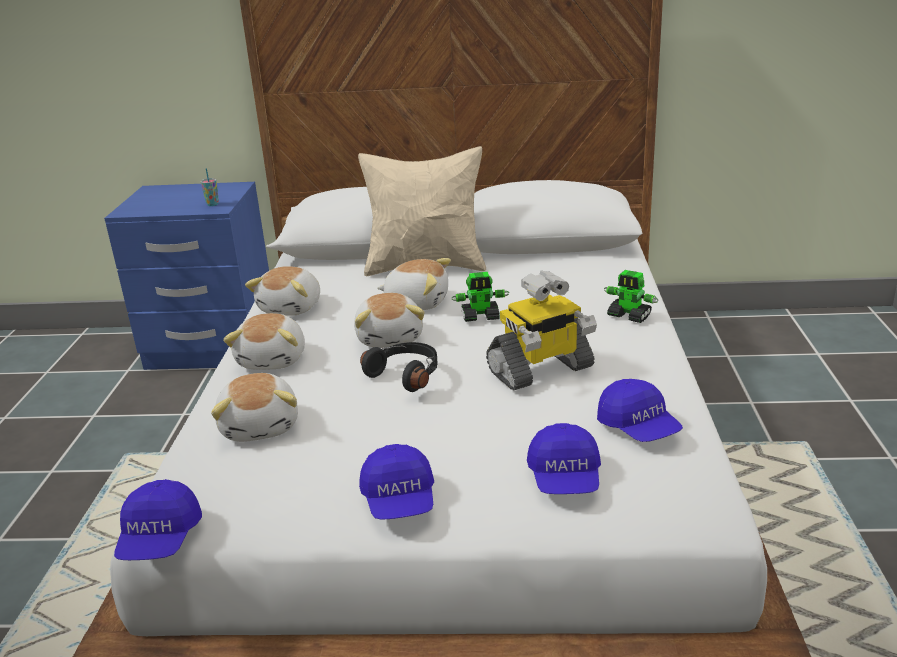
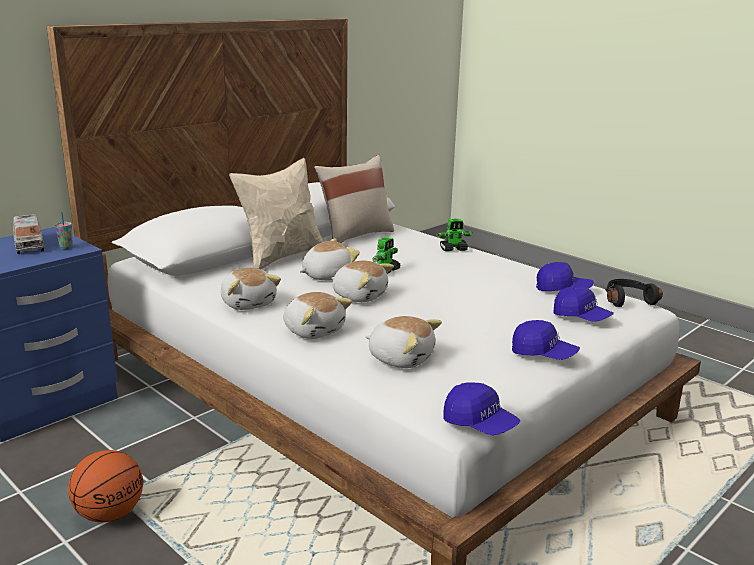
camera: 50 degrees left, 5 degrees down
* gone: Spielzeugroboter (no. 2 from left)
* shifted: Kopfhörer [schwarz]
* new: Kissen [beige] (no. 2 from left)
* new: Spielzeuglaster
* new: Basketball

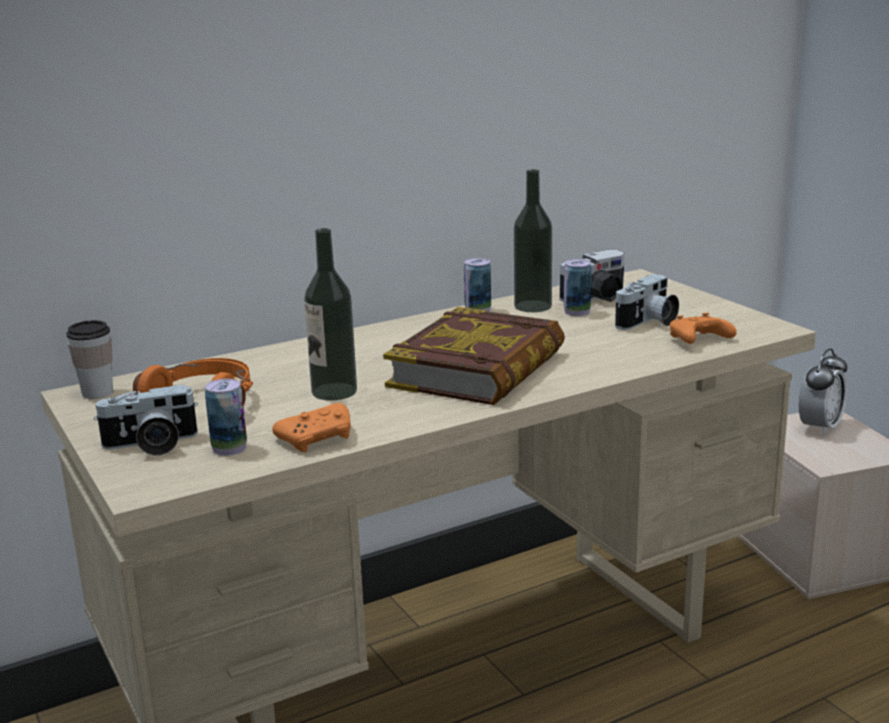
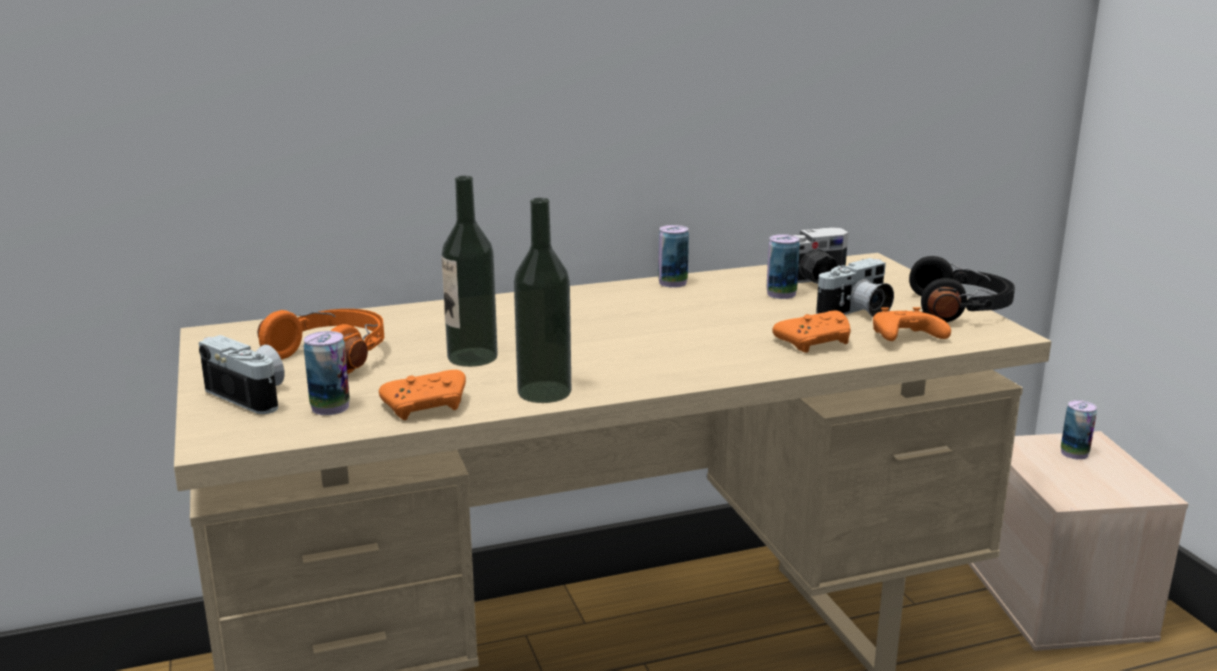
camera: 10 degrees right, 0 degrees up
* shifted: Flasche (no. 2 from left)
* gone: Buch
* gone: Tasse
* swapped: Wecker to Dose (no. 4 from left)
* rotated: Kamera (no. 1 from left) 135 degrees counterclockwise
* new: Kopfhörer [schwarz]
* new: Gamepad [orange] (no. 2 from left)

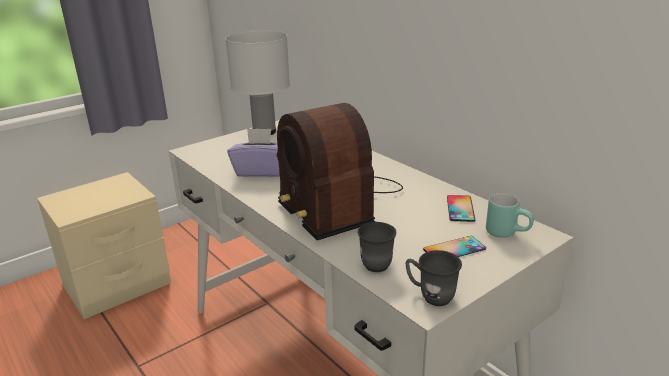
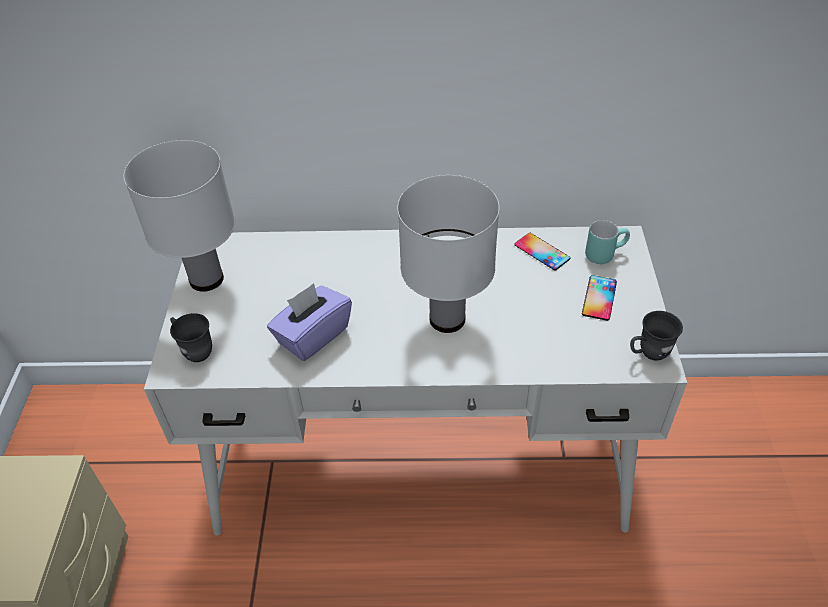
camera: 50 degrees left, 20 degrees up
* swapped: Radio to Tischlampe [weiß] (no. 2 from left)
* shifted: Henkelbecher [grau] (no. 1 from left)

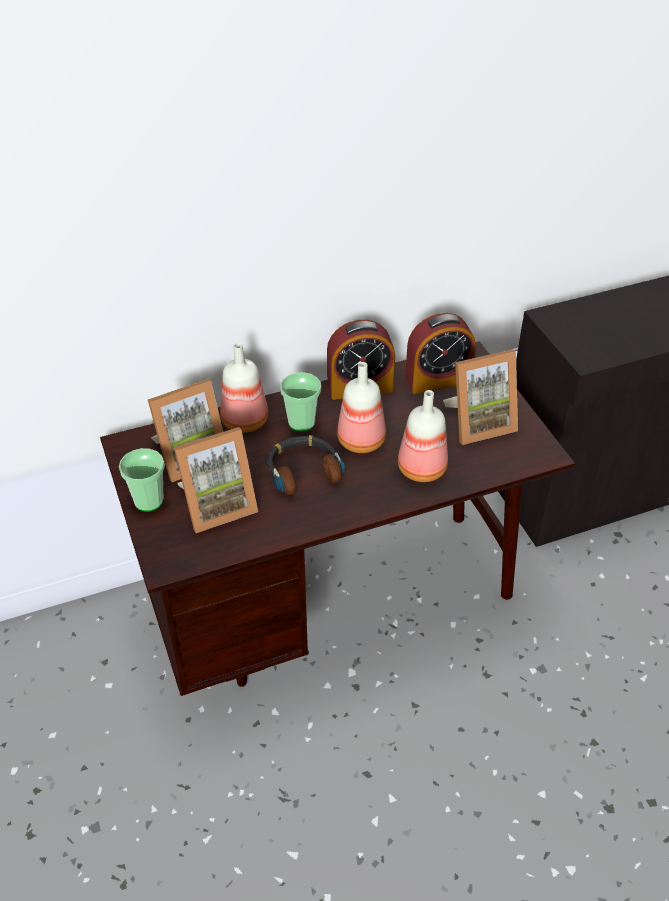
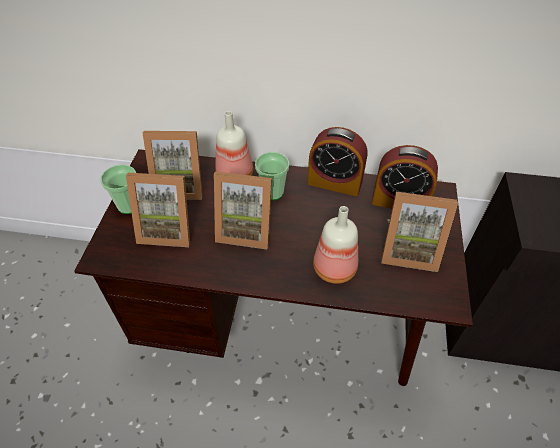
camera: 30 degrees right, 5 degrees up
* gone: Flasche (no. 2 from left)
* swapped: Kopfhörer to Bilderrahmen (no. 3 from left)

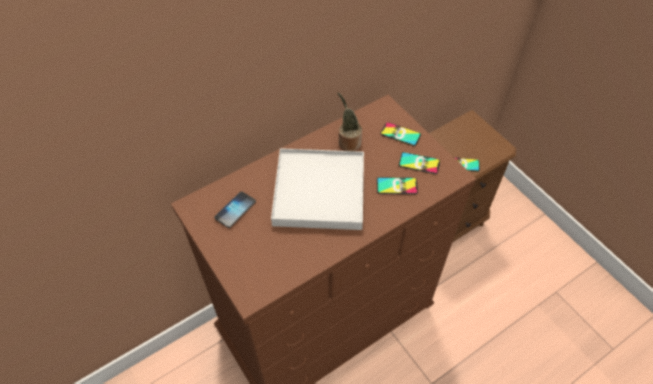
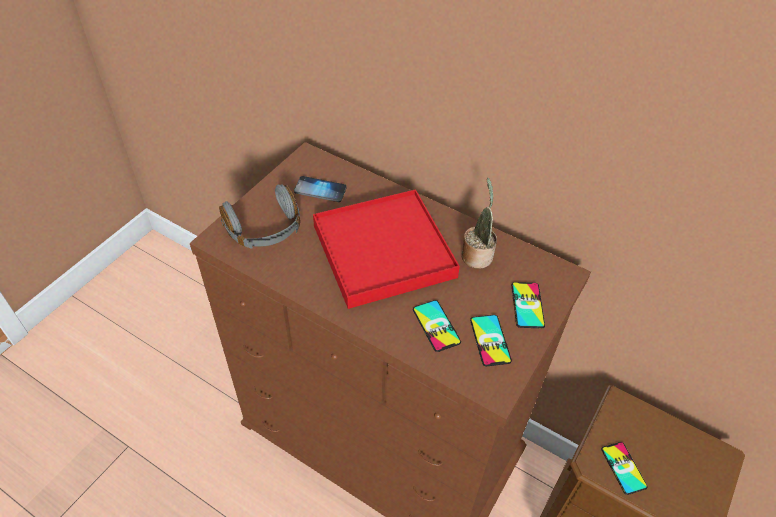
camera: 65 degrees right, 5 degrees down
* repainted: Tablett [weiß] to Tablett [rot]
* new: Kopfhörer [grau]

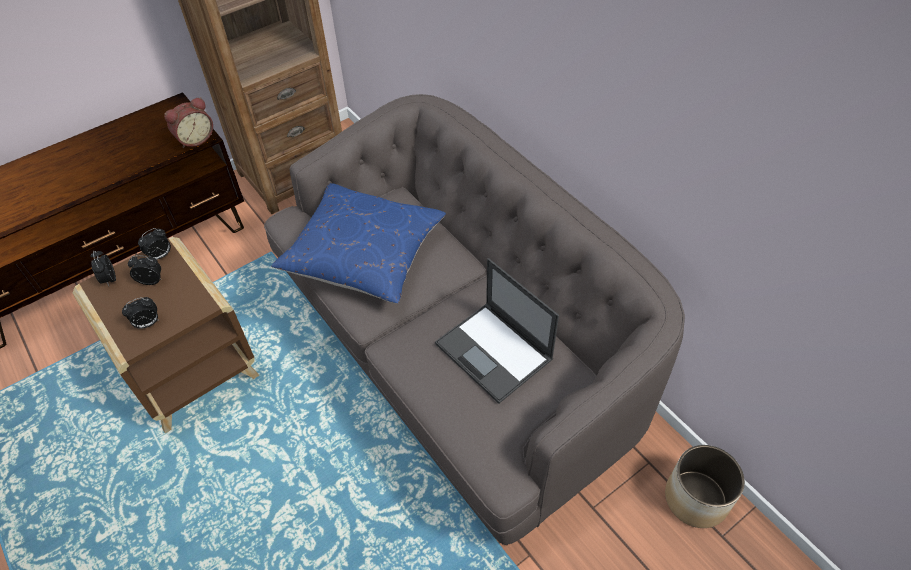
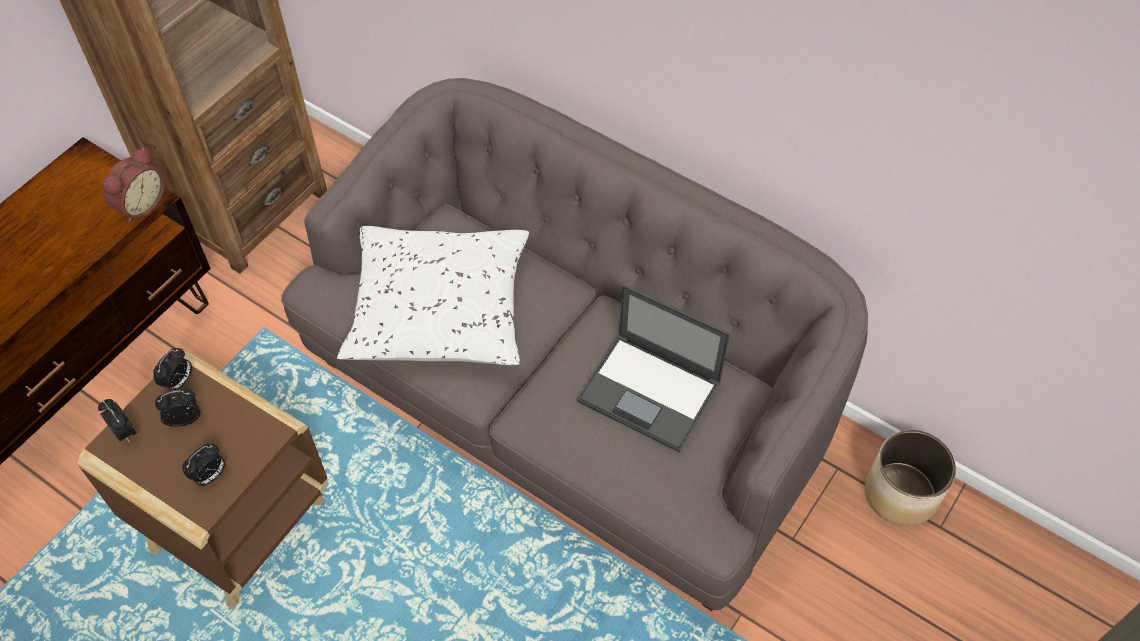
camera: 20 degrees left, 5 degrees up
* repainted: Kissen [blau] to Kissen [weiß]

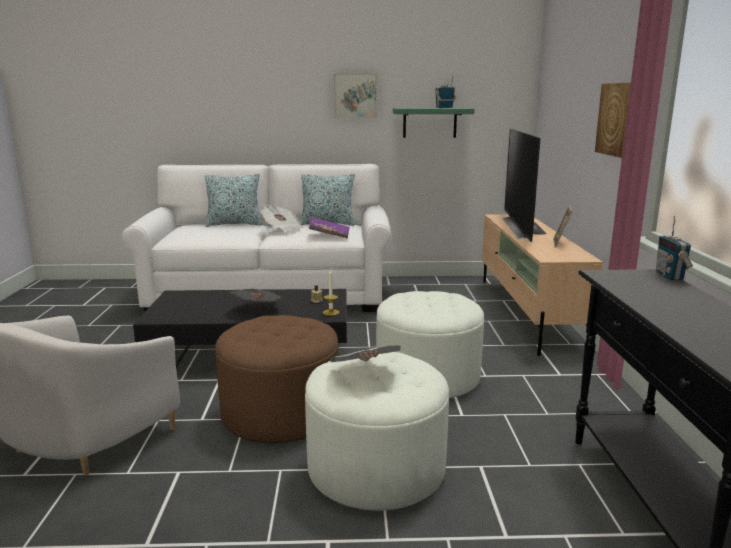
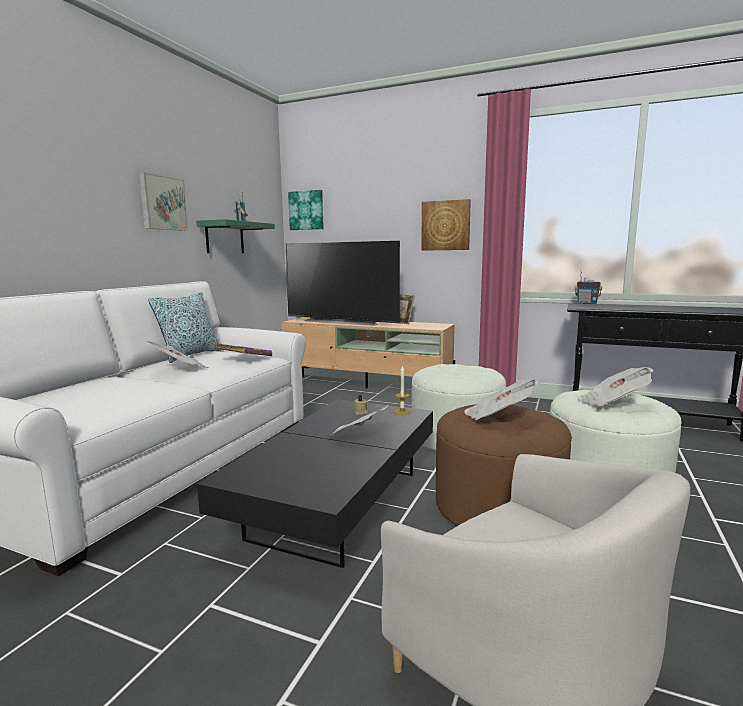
camera: 65 degrees left, 5 degrees down
* gone: Kissen (no. 1 from left)
* new: Bild (no. 2 from left)
* new: Zeitung (no. 3 from left)

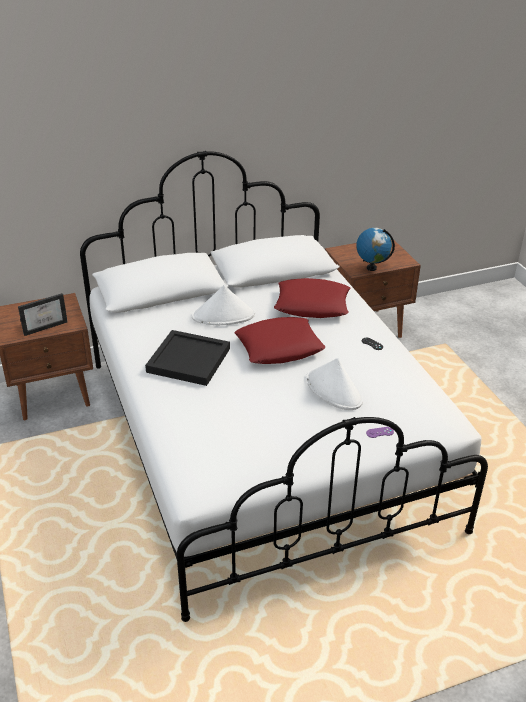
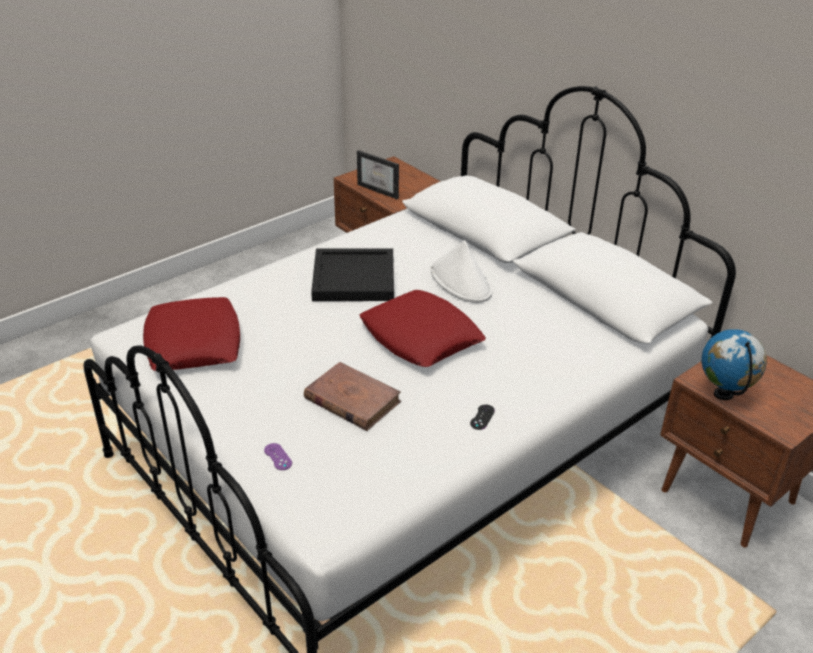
camera: 70 degrees right, 0 degrees up
* shifted: Kissen [rot] (no. 2 from left in the first image) to Kissen [rot] (no. 1 from left)
* swapped: Hut [weiß] (no. 2 from left) to Buch [braun]

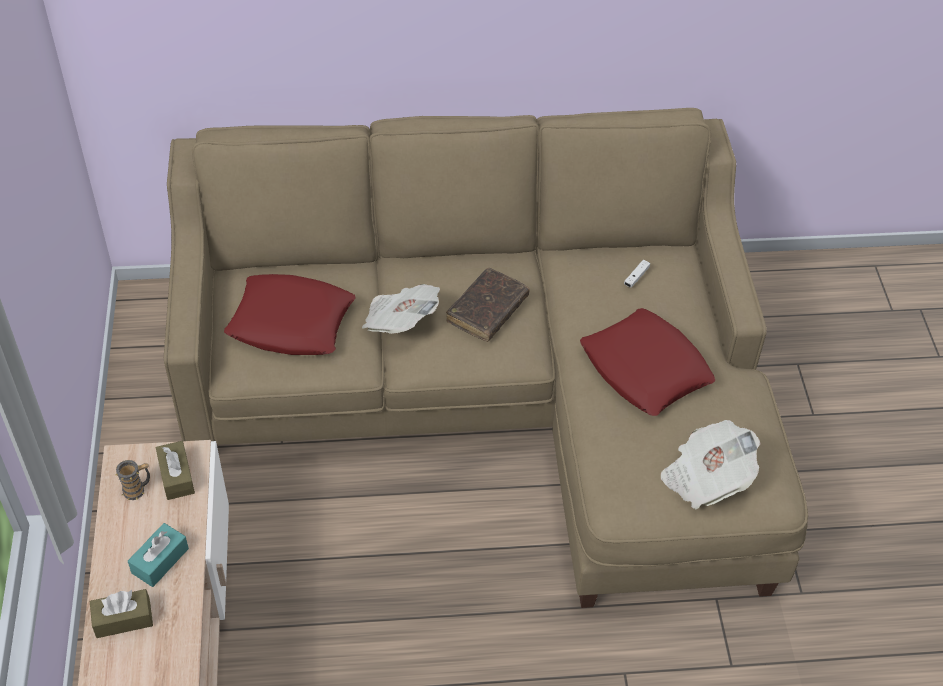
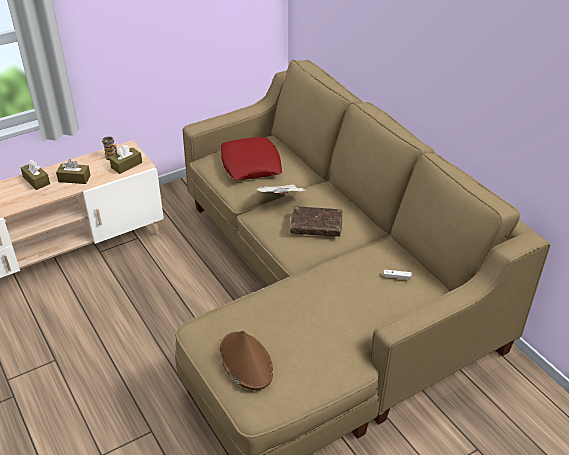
camera: 65 degrees right, 10 degrees down
* gone: Kissen [rot] (no. 2 from left)
* swapped: Zeitung (no. 2 from left) to Hut [braun]
* repainted: Taschentuchbox [türkis] to Taschentuchbox [braun] (no. 2 from left)

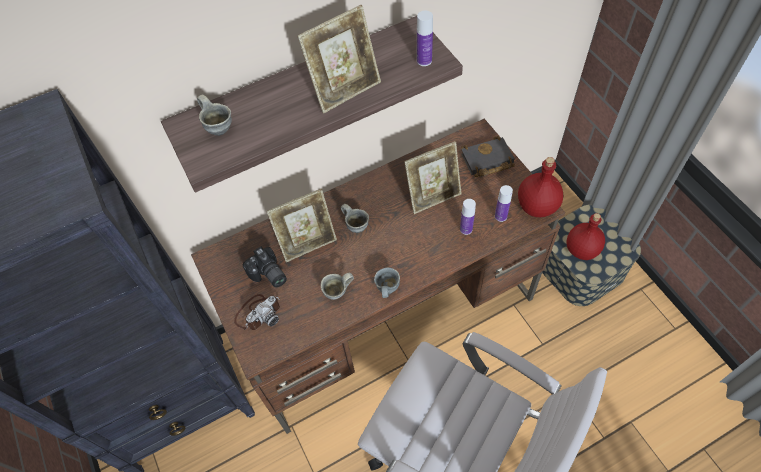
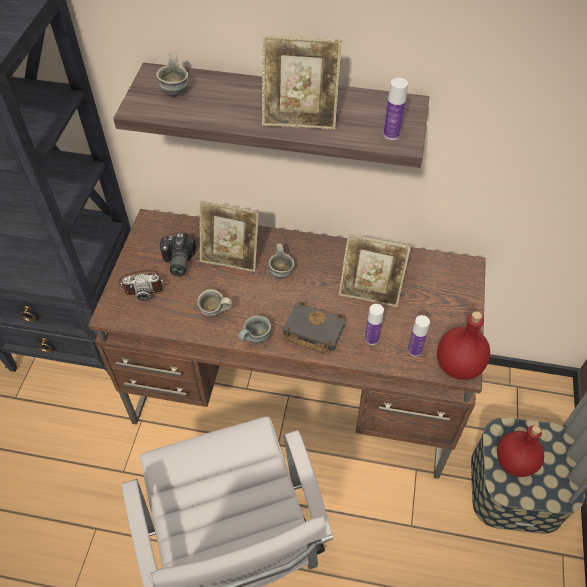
camera: 35 degrees right, 5 degrees down
* shifted: Buch [schwarz]

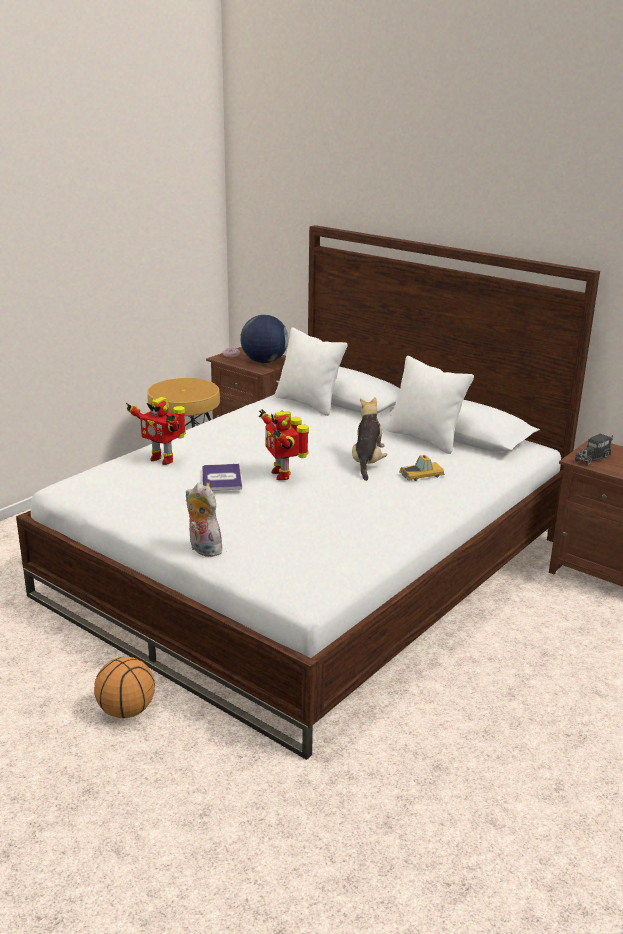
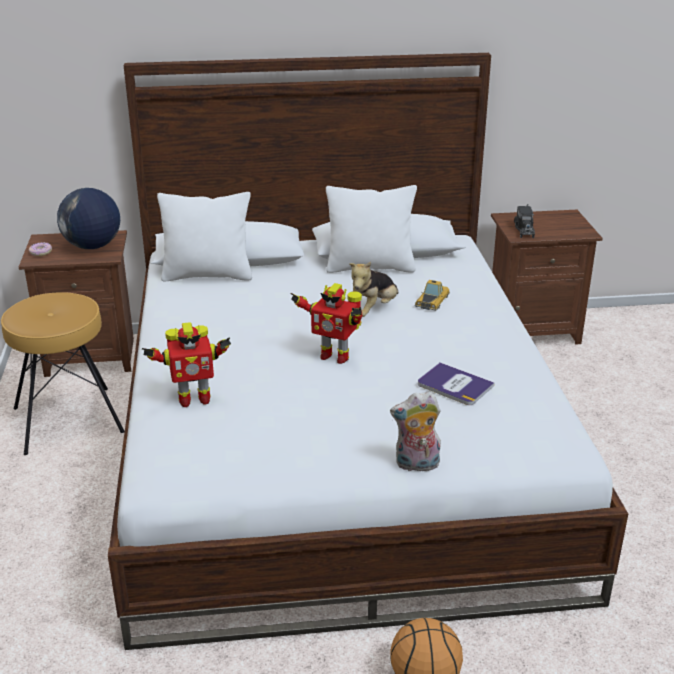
camera: 45 degrees left, 5 degrees up
* rotated: Plüschtier (no. 2 from left in the first image) 105 degrees counterclockwise
* shifted: Buch

